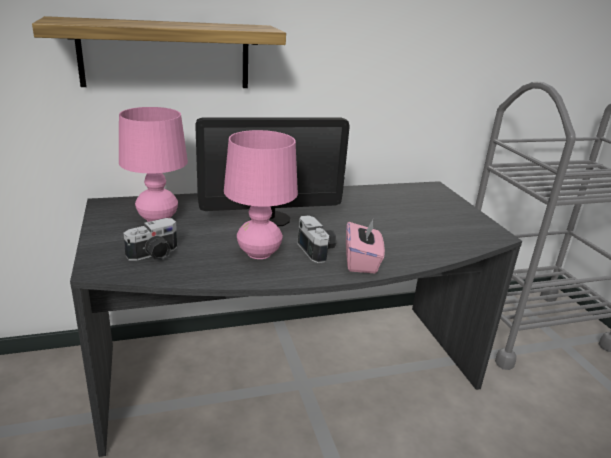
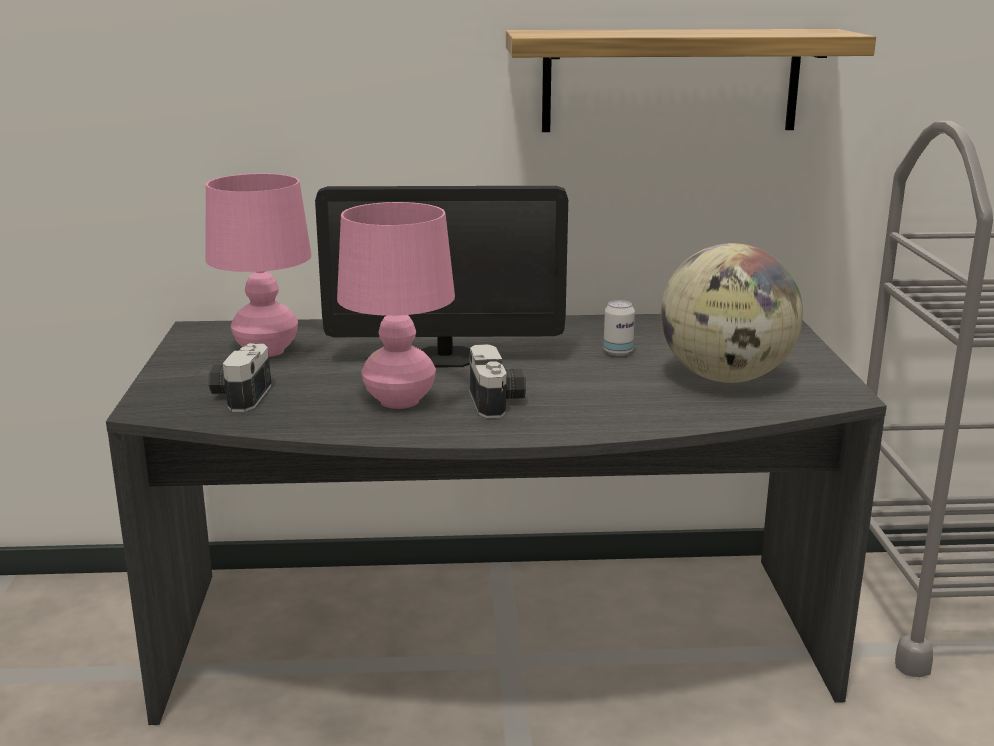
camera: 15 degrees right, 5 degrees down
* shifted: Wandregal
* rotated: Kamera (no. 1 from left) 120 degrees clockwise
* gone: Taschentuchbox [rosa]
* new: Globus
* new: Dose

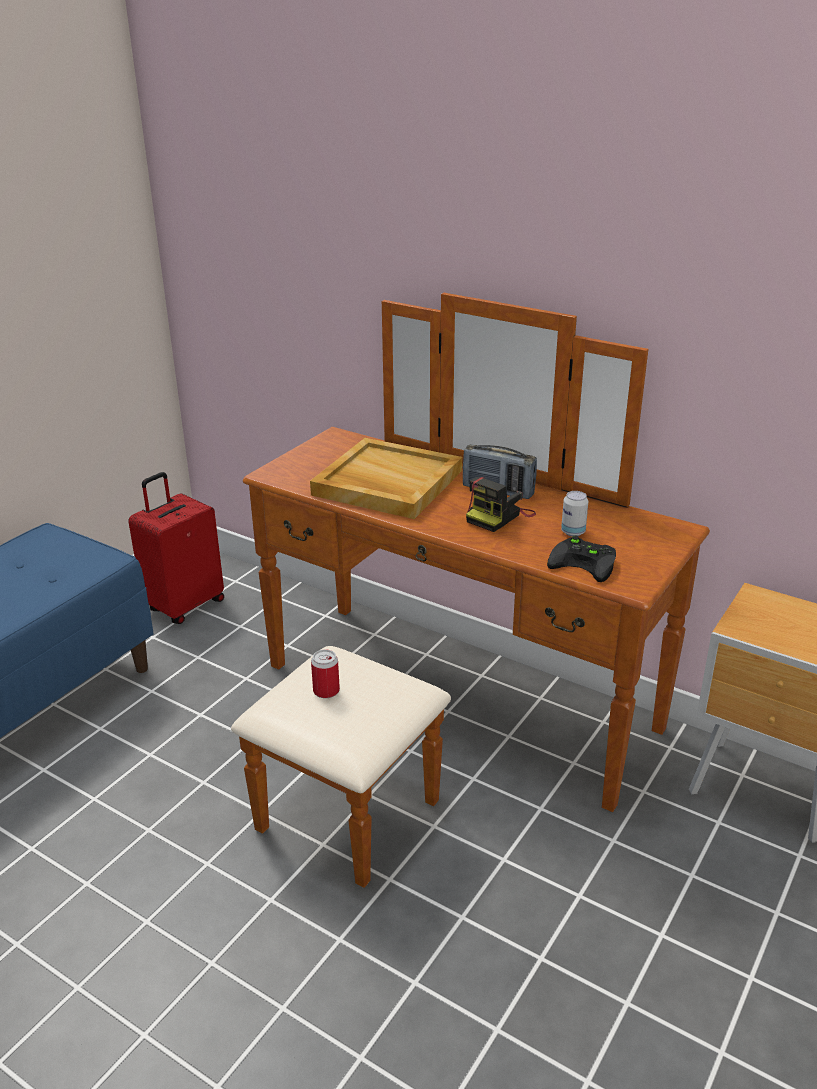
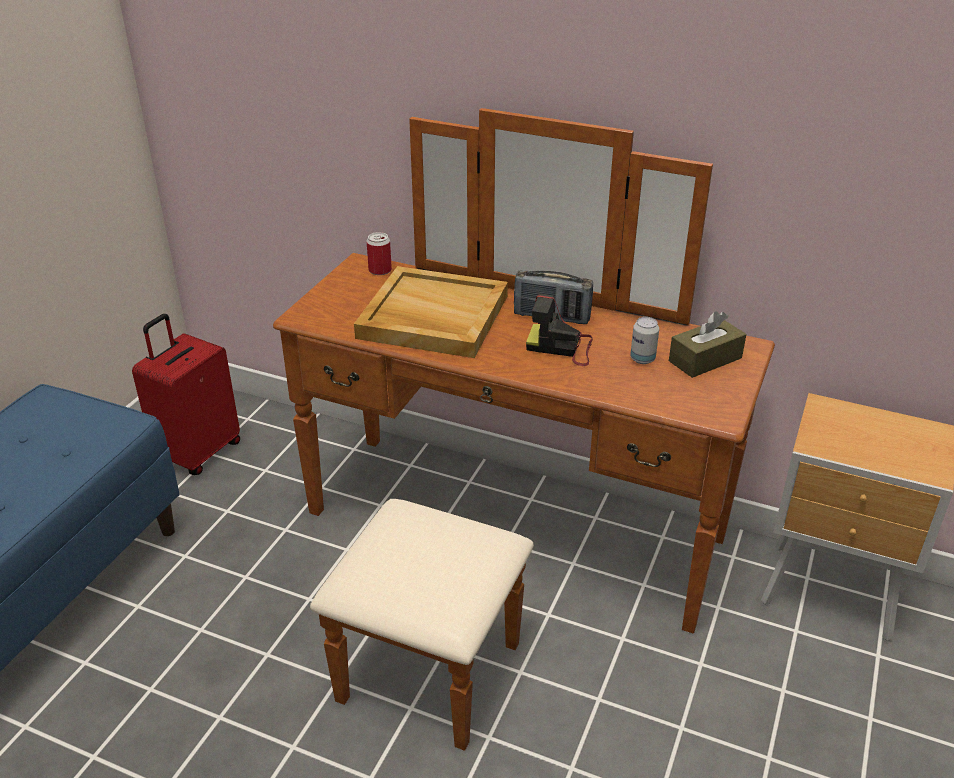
camera: 10 degrees left, 5 degrees up
* rotated: Kamera 75 degrees clockwise
* gone: Gamepad [schwarz]
* shifted: Dose (no. 1 from left)
* new: Taschentuchbox [braun]

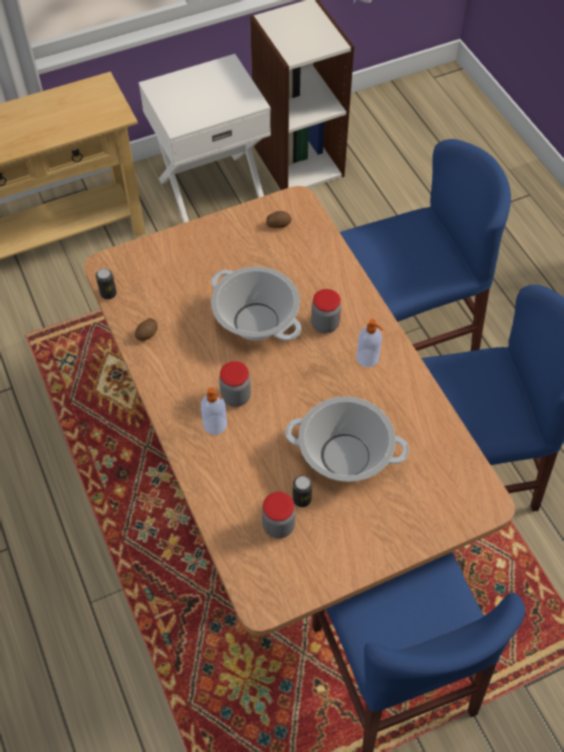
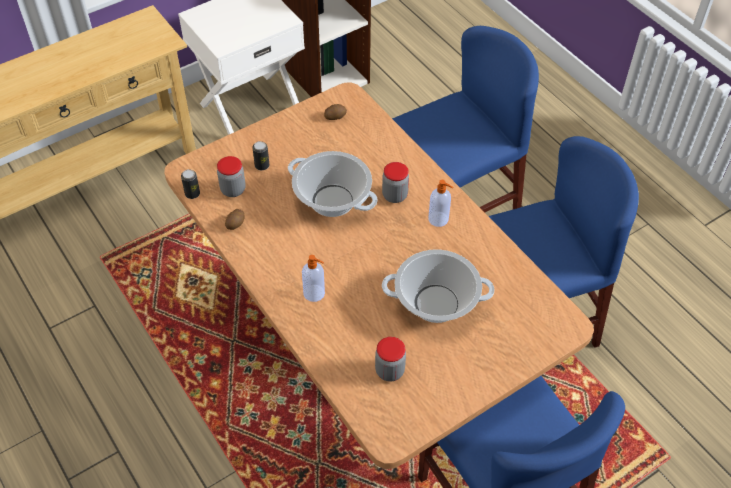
camera: 10 degrees left, 5 degrees down
* shifted: Vorratsglas (no. 1 from left)
* shifted: Dose (no. 2 from left)

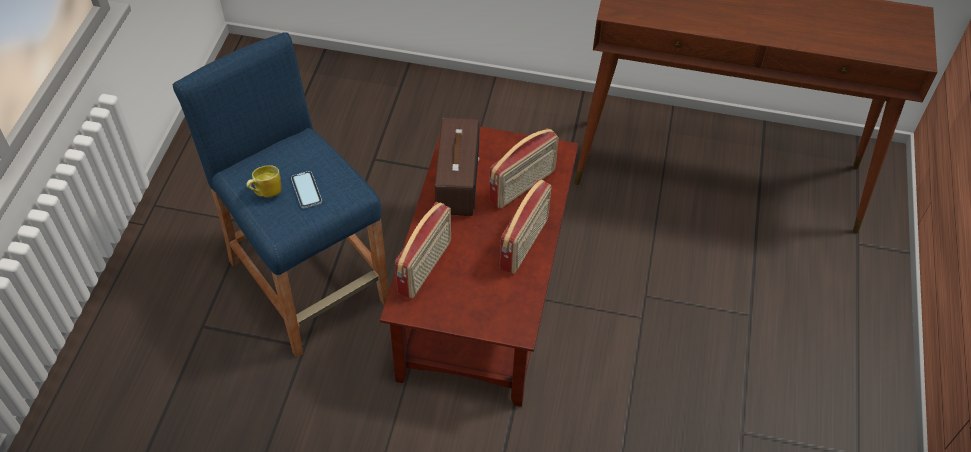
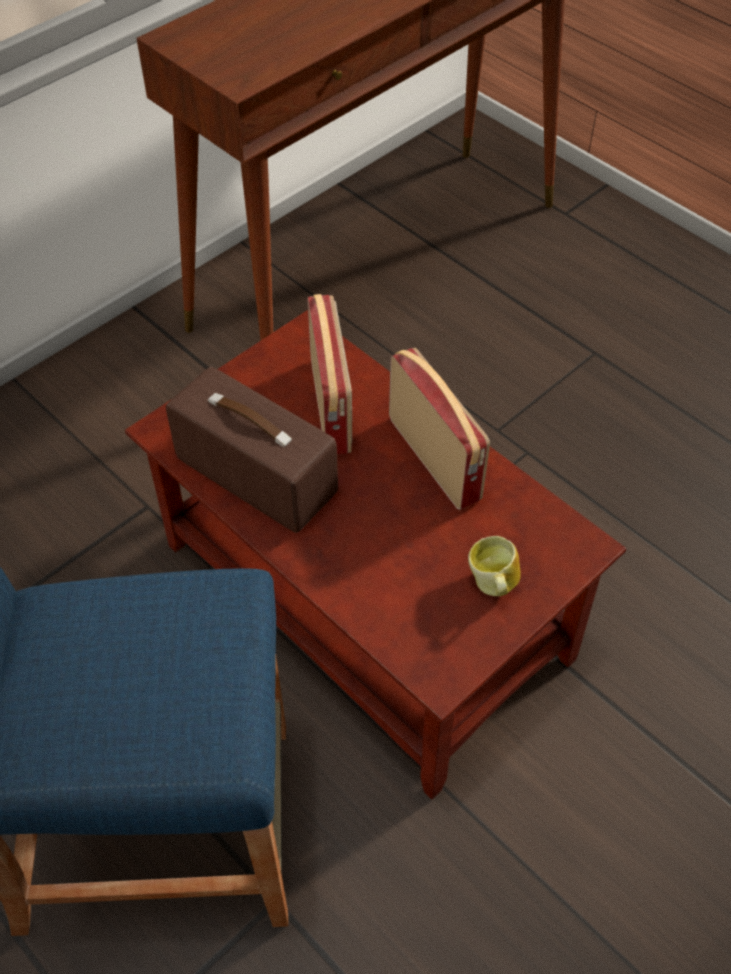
camera: 55 degrees left, 0 degrees up
* shifted: Henkelbecher
* gone: Handy
* gone: Radio (no. 1 from left)

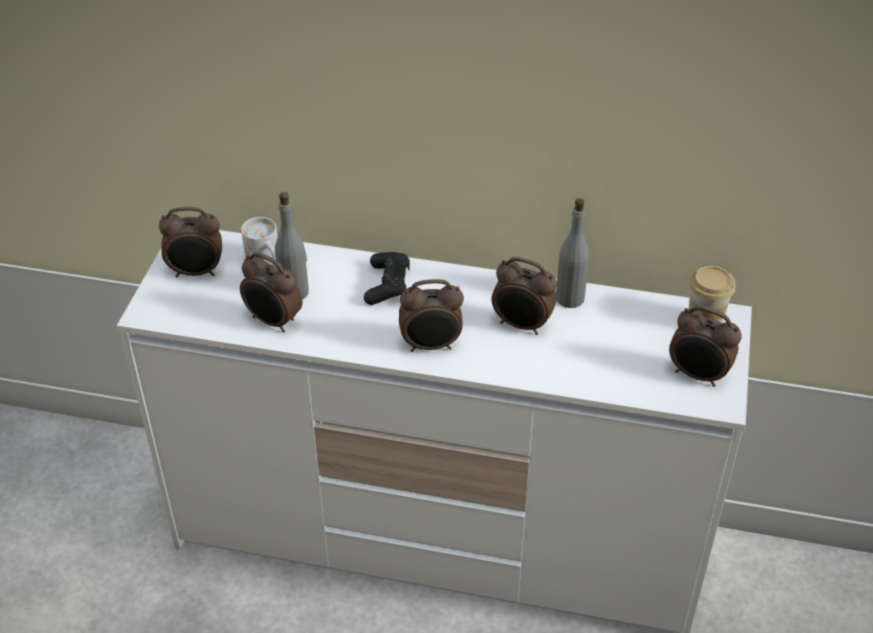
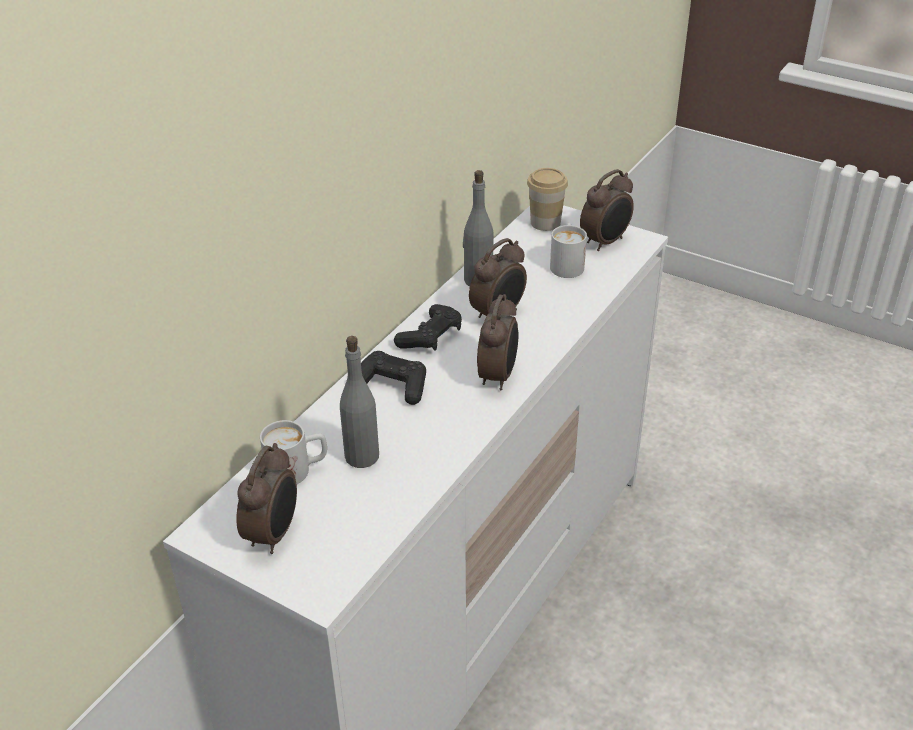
camera: 70 degrees left, 5 degrees down
* gone: Wecker (no. 2 from left)
* new: Henkelbecher [weiß] (no. 2 from left)
* new: Gamepad [schwarz] (no. 2 from left)

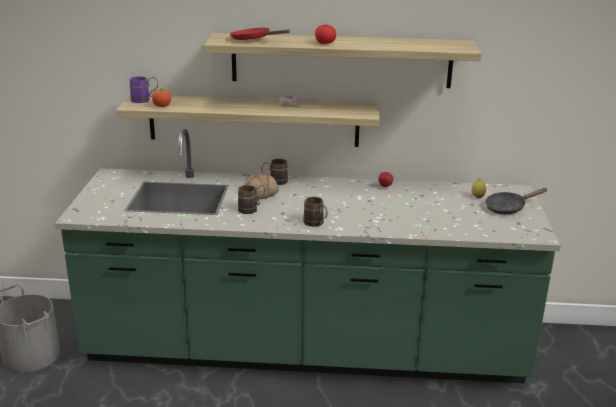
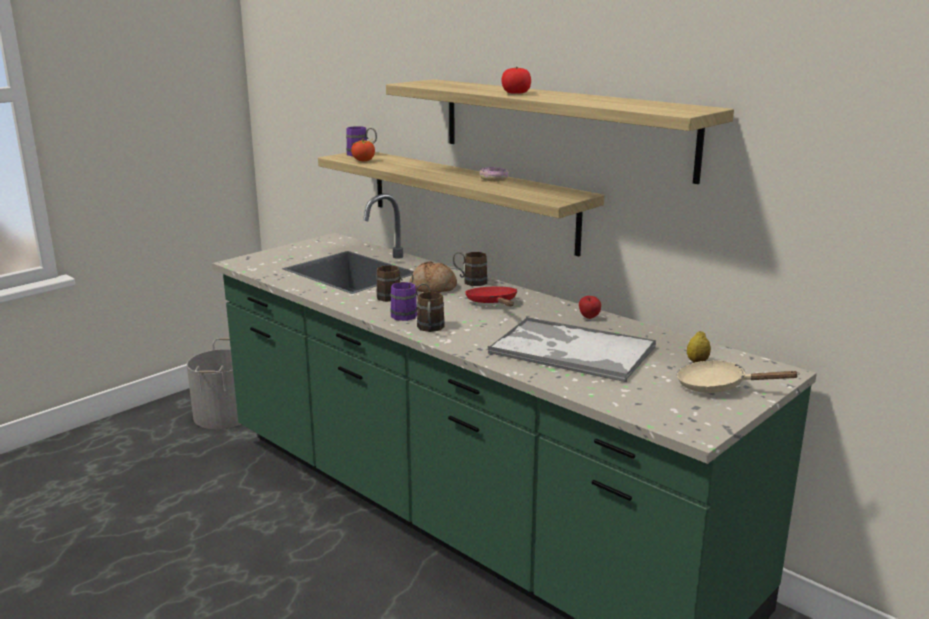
camera: 40 degrees right, 5 degrees down
* shifted: Pfanne [rot]
* repainted: Pfanne [schwarz] to Pfanne [beige]
* new: Henkelbecher [lila] (no. 2 from left)
* new: Tablett

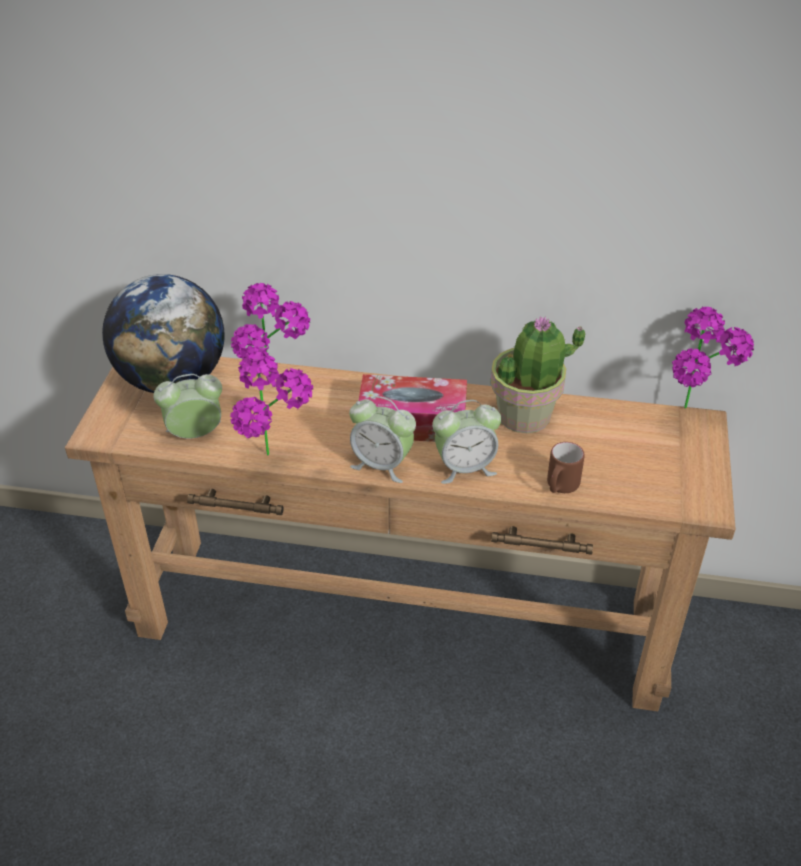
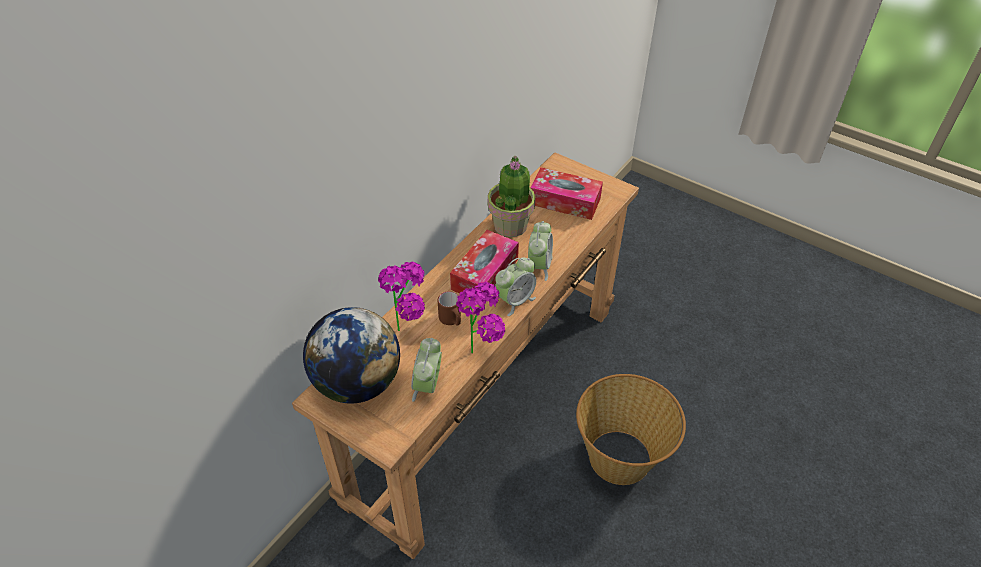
camera: 65 degrees left, 5 degrees up
* gone: Topfpflanze (no. 4 from left)
* shifted: Henkelbecher [braun]
* new: Taschentuchbox (no. 2 from left)
* new: Korb

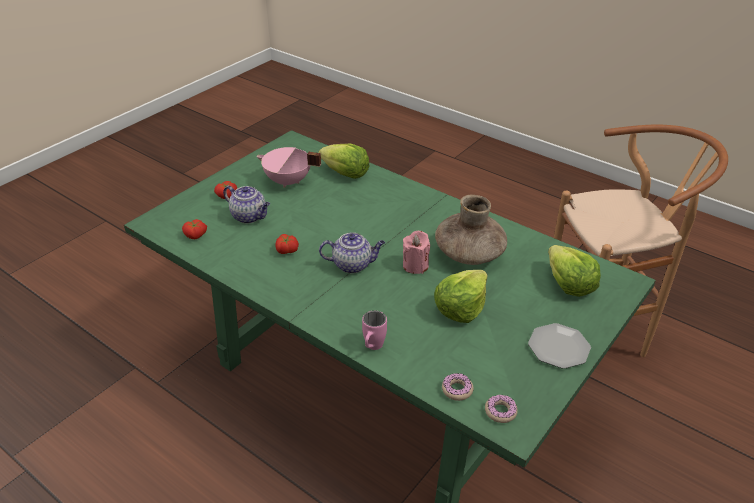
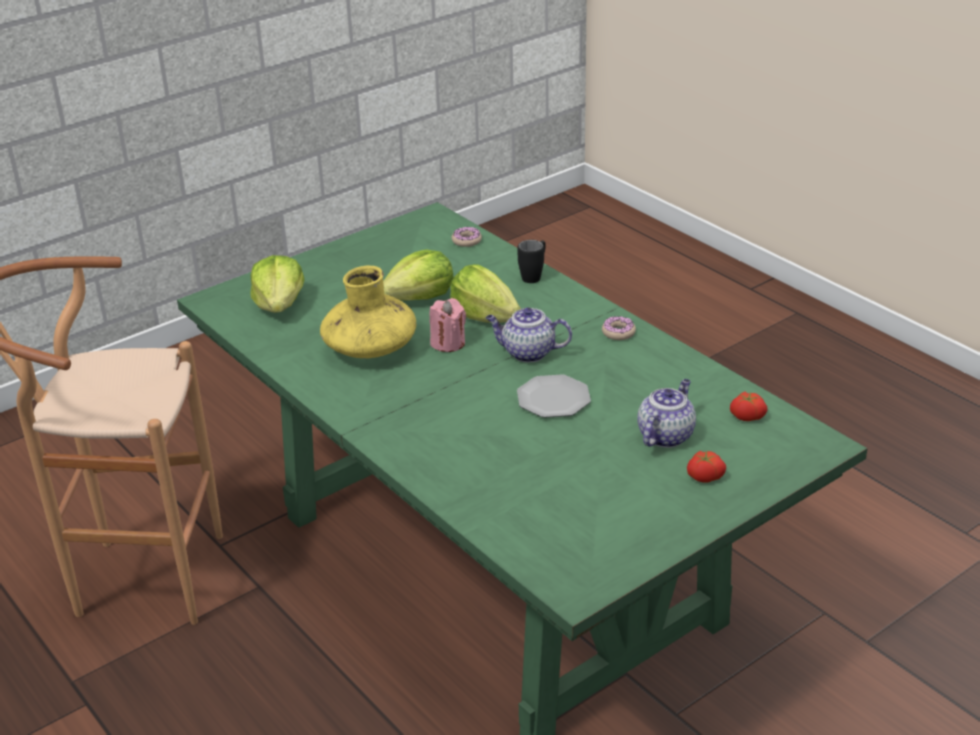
camera: 165 degrees left, 5 degrees down
* shifted: Salatkopf (no. 1 from left in the first image) to Salatkopf (no. 3 from left)
* gone: Kochtopf [rosa]
* rotated: Teekanne (no. 1 from left in the first image) 75 degrees clockwise
* repainted: Vase [braun] to Vase [gelb]
* gone: Tomate (no. 3 from left)
* repainted: Henkelbecher [rosa] to Henkelbecher [schwarz]
* shifted: Teller
* shifted: Donut (no. 2 from left)

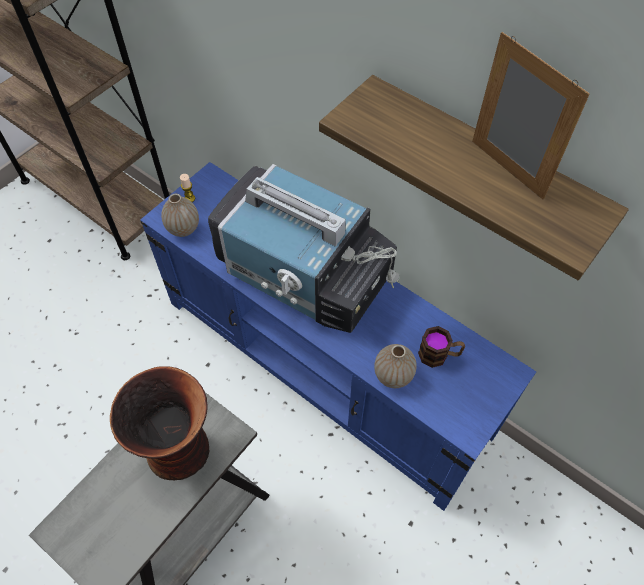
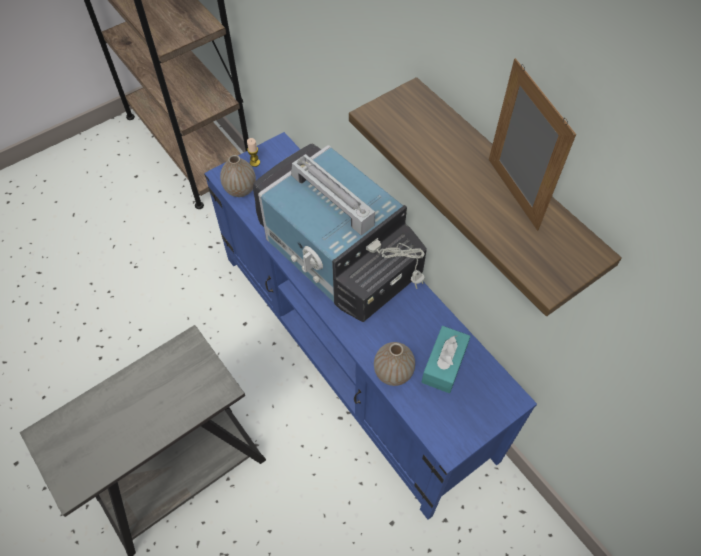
camera: 15 degrees right, 0 degrees up
* swapped: Henkelbecher to Taschentuchbox [türkis]
* gone: Vase (no. 1 from left)

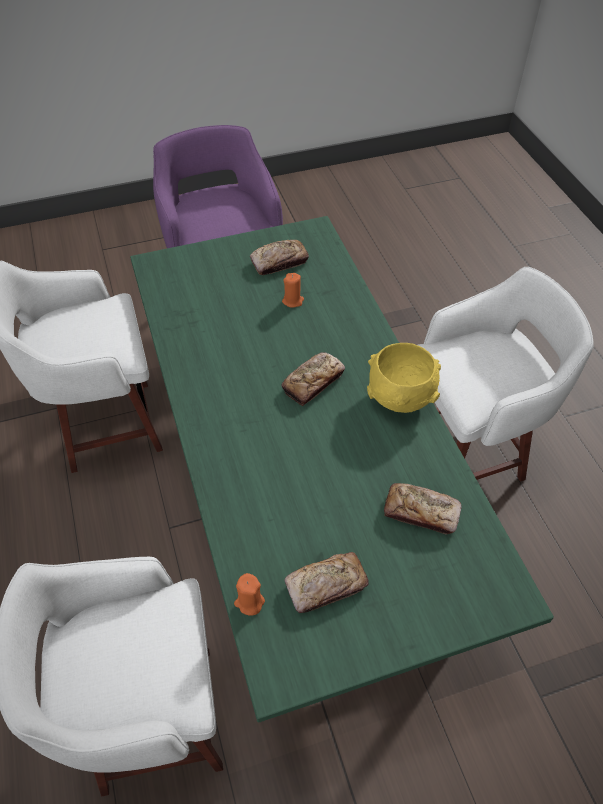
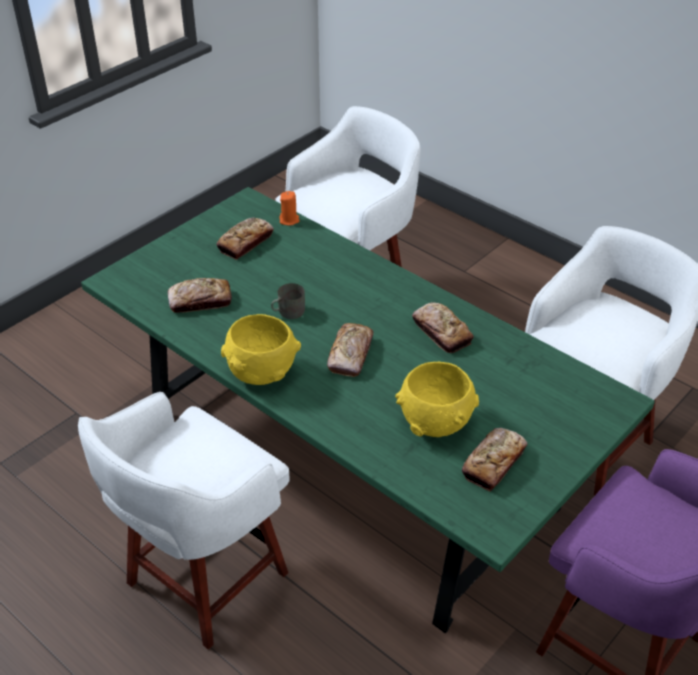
camera: 150 degrees right, 10 degrees down
* swapped: Kerze [orange] (no. 2 from left) to Schüssel [gelb] (no. 2 from left)
* new: Henkelbecher [grau]
* new: Brot (no. 4 from left)

